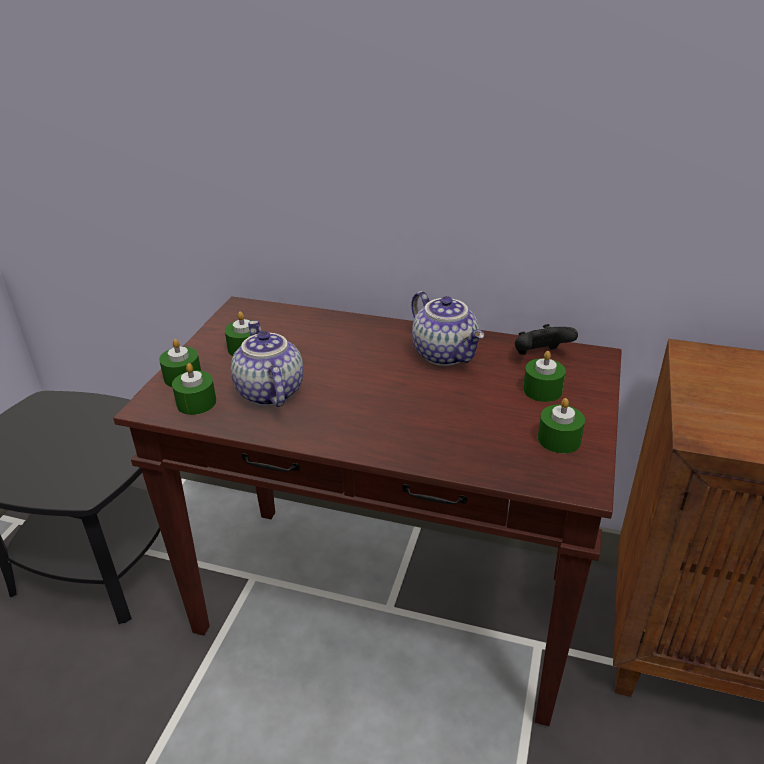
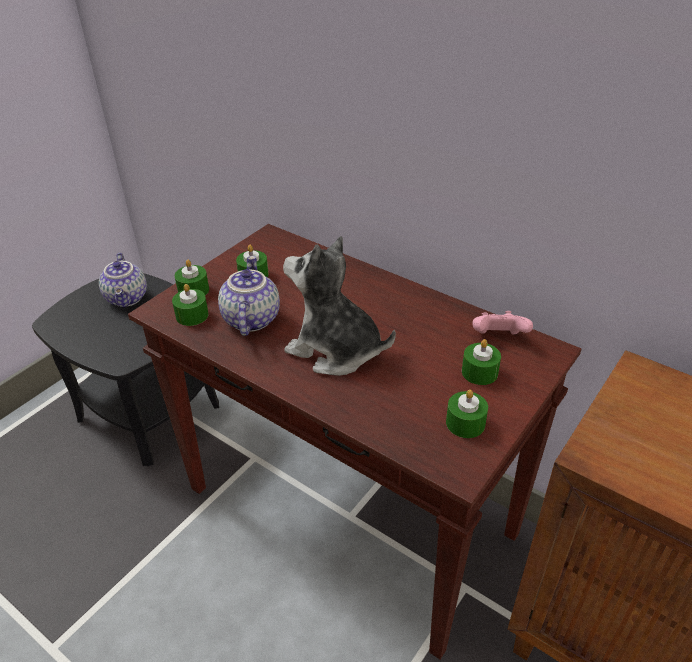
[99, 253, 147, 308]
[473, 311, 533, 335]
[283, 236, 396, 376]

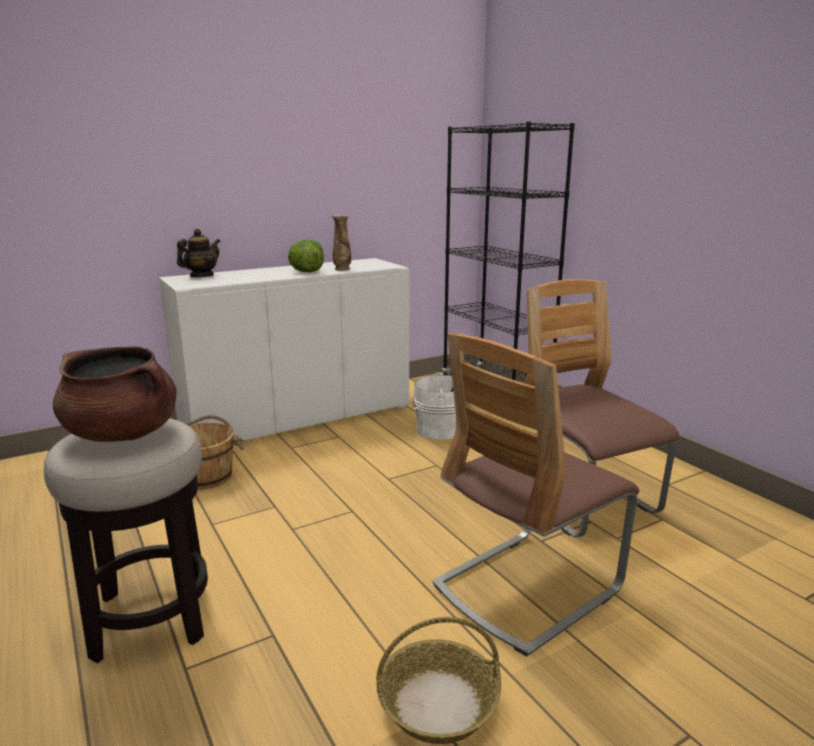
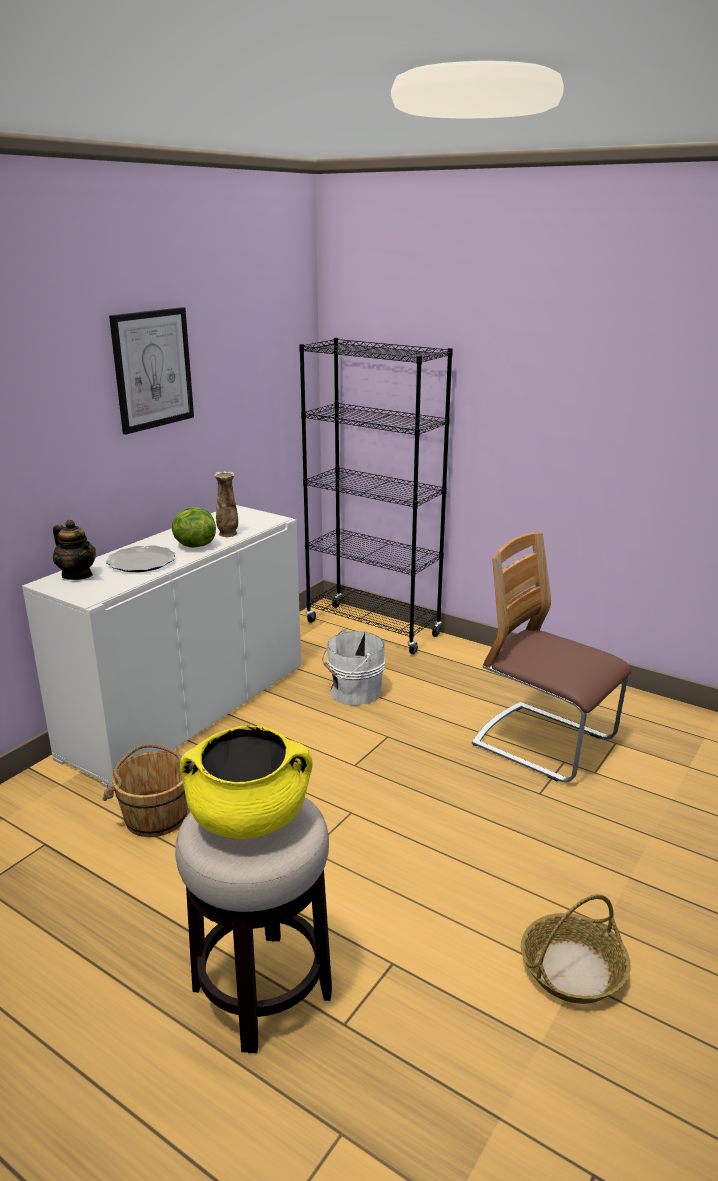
[53, 520, 96, 580]
[432, 333, 639, 657] (first image)
[180, 725, 312, 839]
[109, 307, 194, 435]
[106, 545, 176, 572]

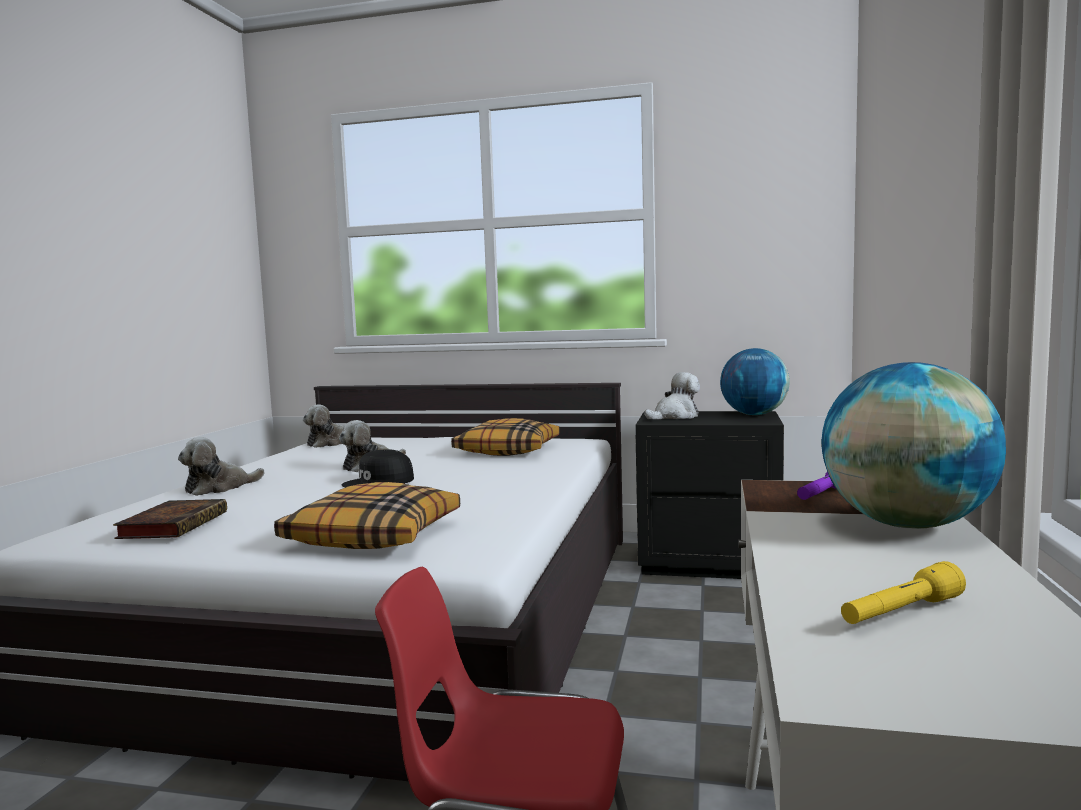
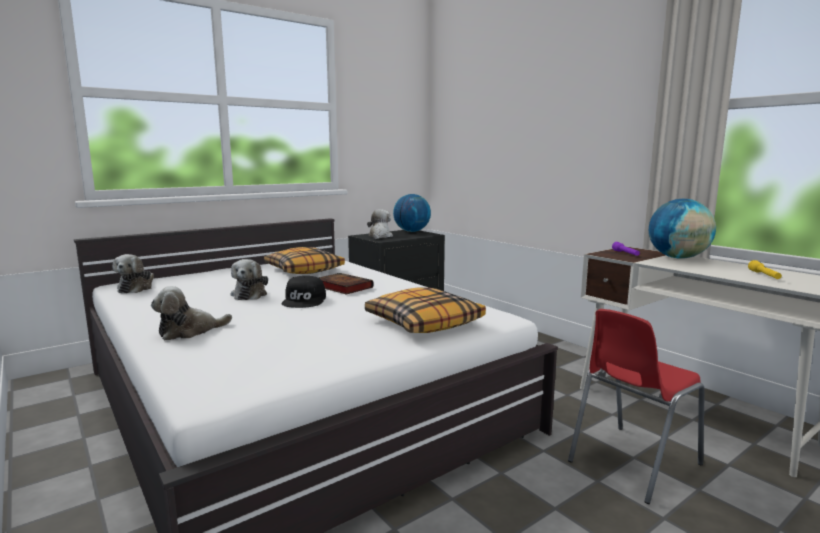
[151, 286, 232, 340]
[319, 273, 374, 294]

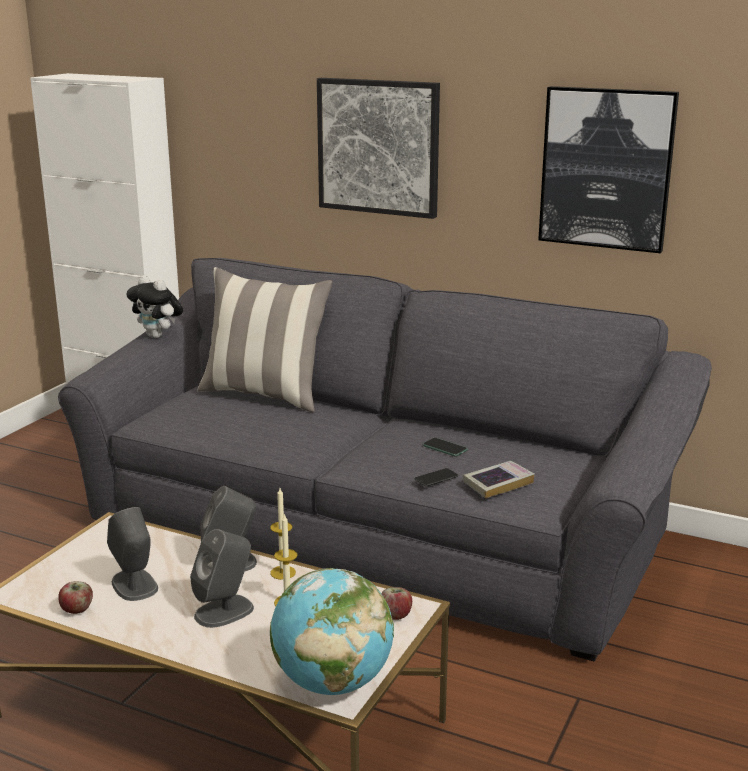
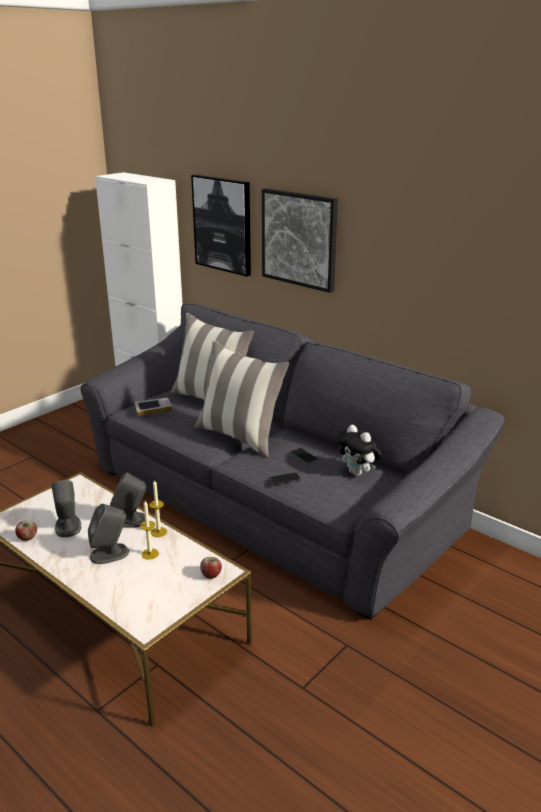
[191, 175, 251, 276]
[337, 425, 382, 476]
[135, 398, 172, 416]
[270, 568, 394, 695] (first image)
[195, 340, 289, 458]

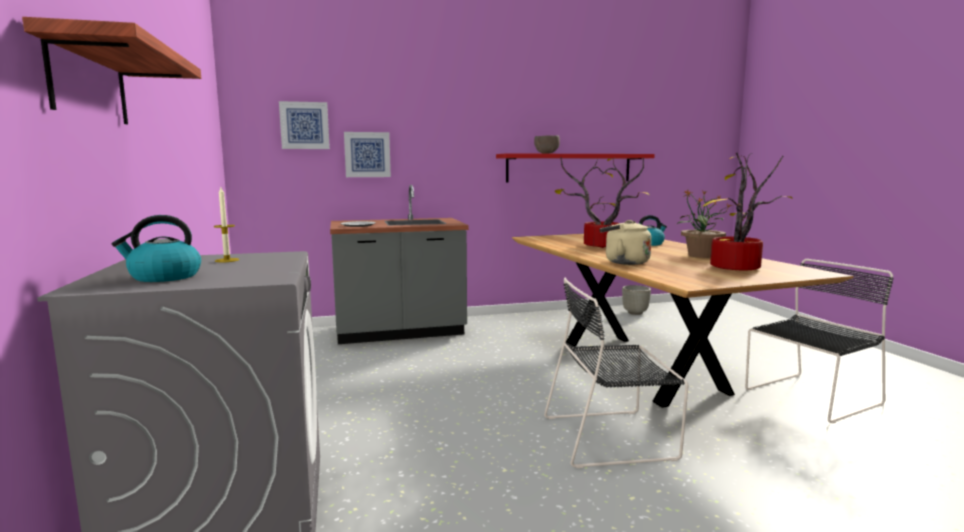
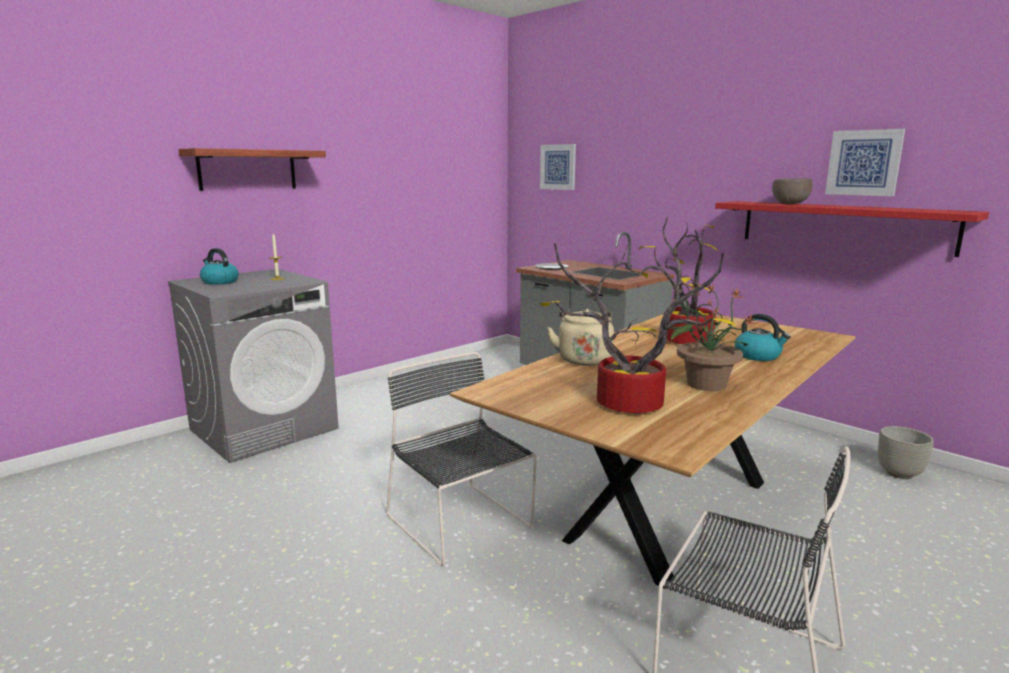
[825, 129, 905, 196]

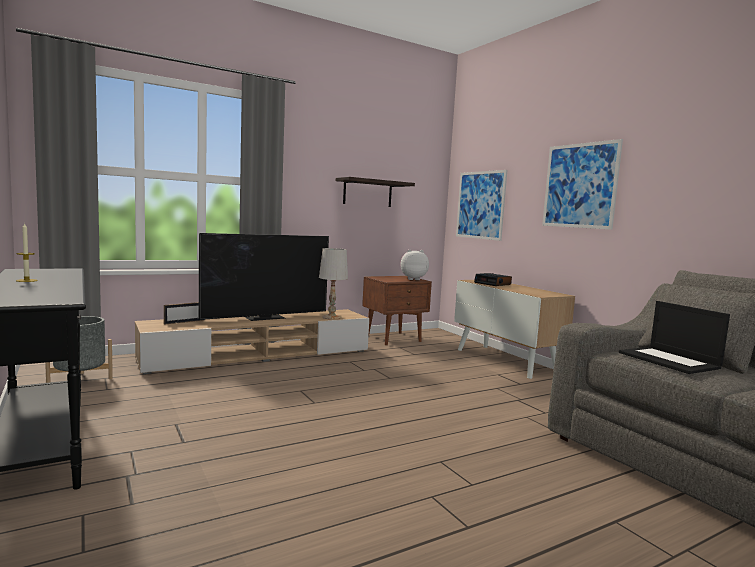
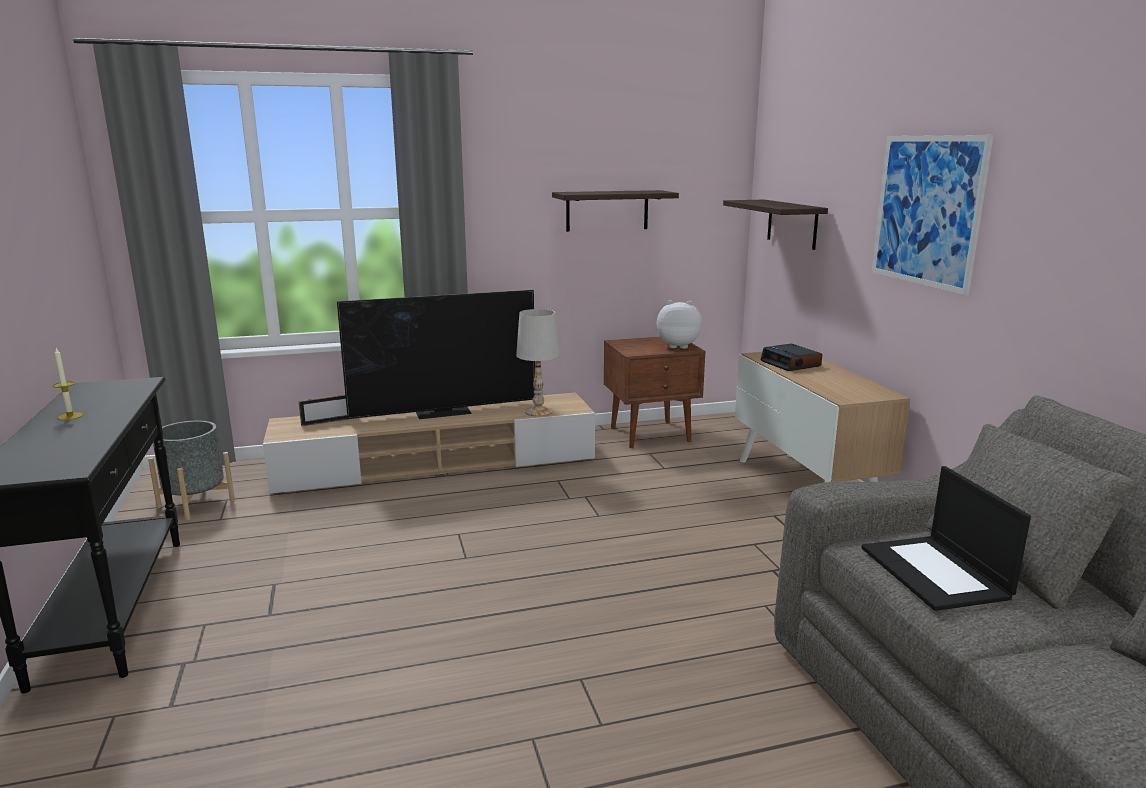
[723, 200, 828, 250]

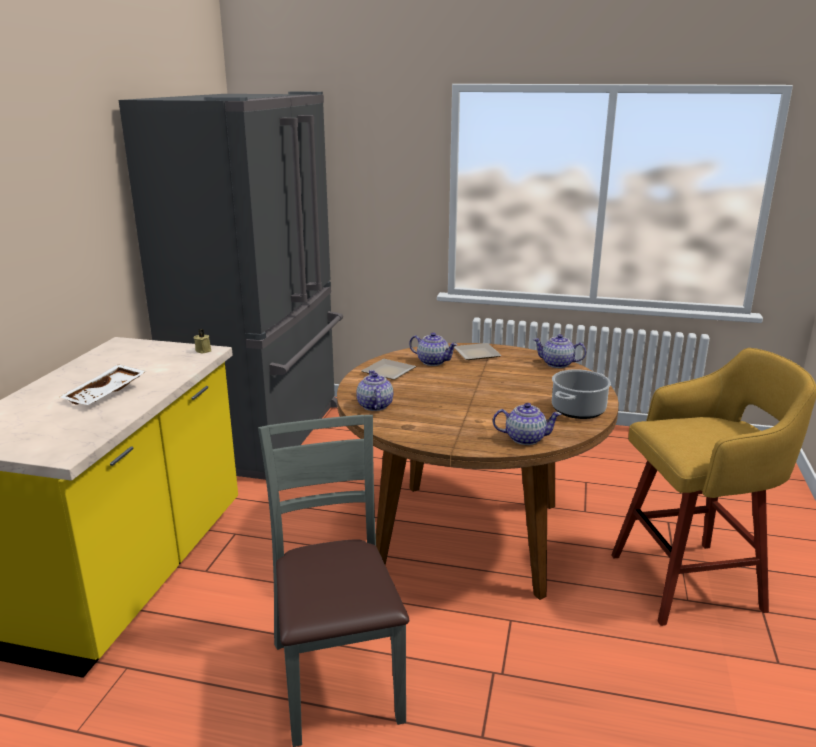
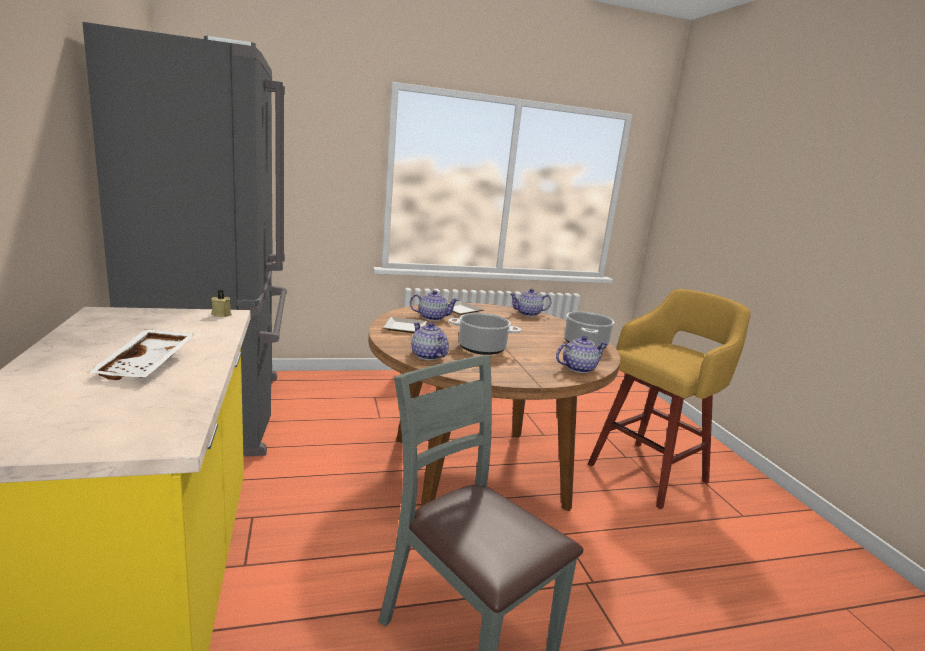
[448, 313, 521, 355]

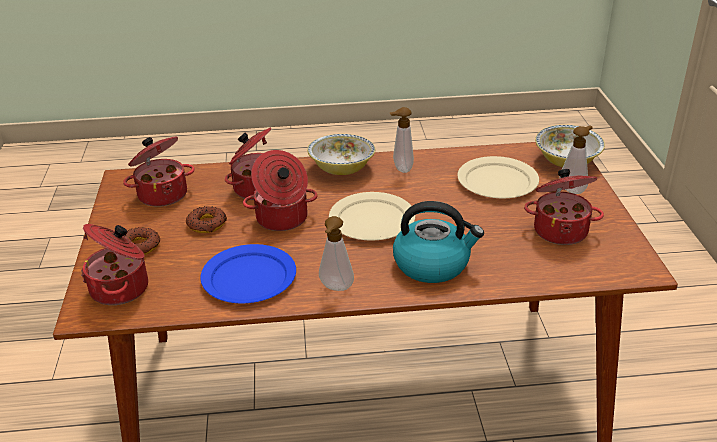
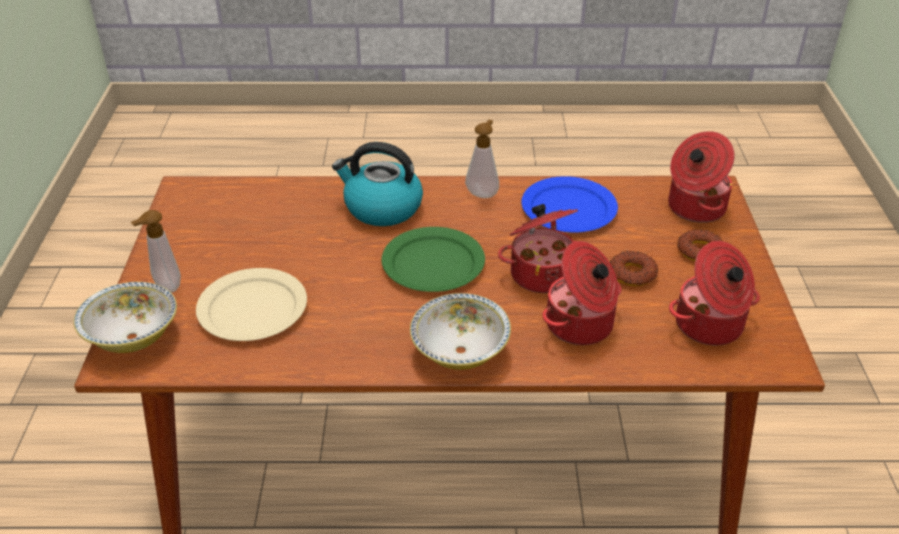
[389, 107, 414, 173] (first image)
[524, 169, 604, 245] (first image)
[382, 227, 485, 292]

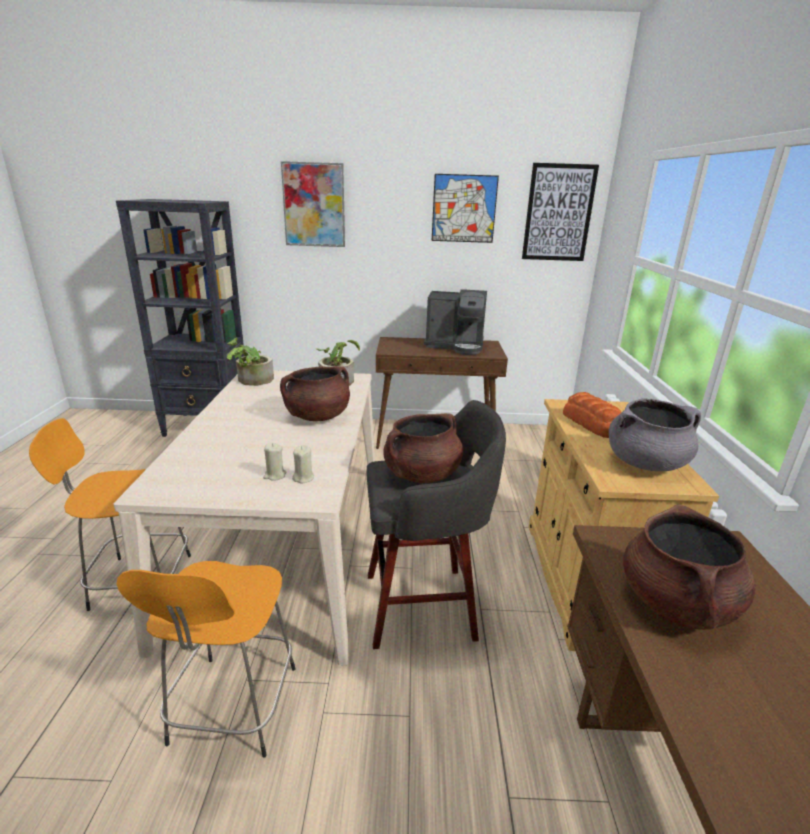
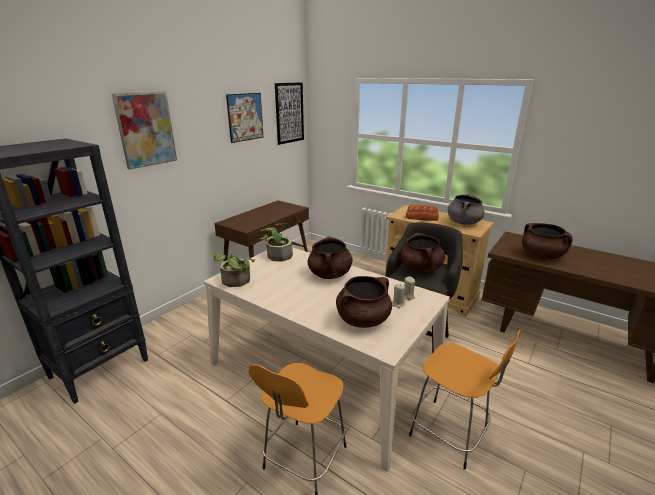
[424, 289, 487, 355] (first image)
[336, 276, 392, 328]

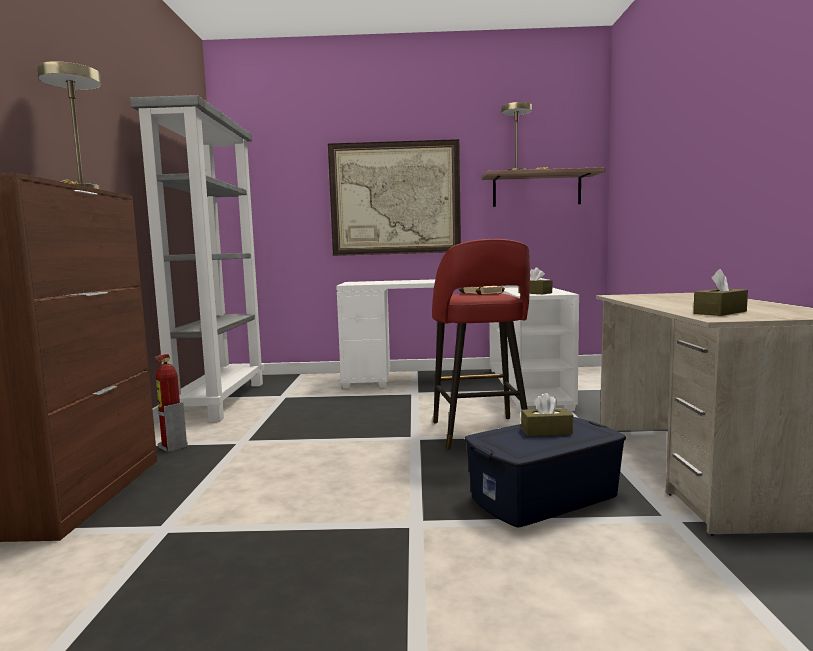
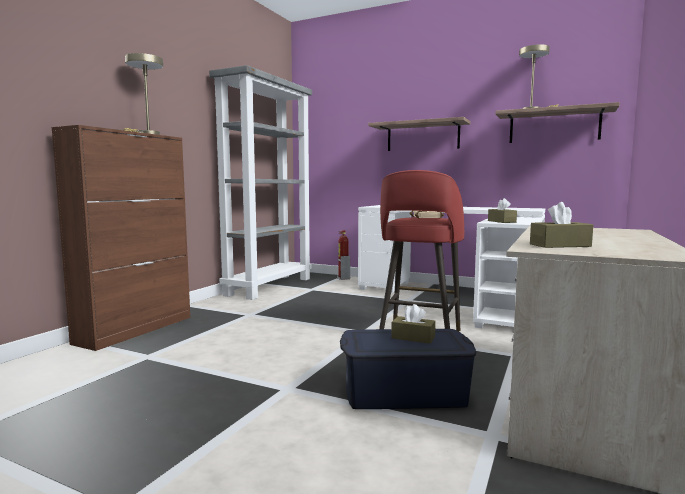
[368, 117, 471, 151]
[337, 230, 350, 280]

